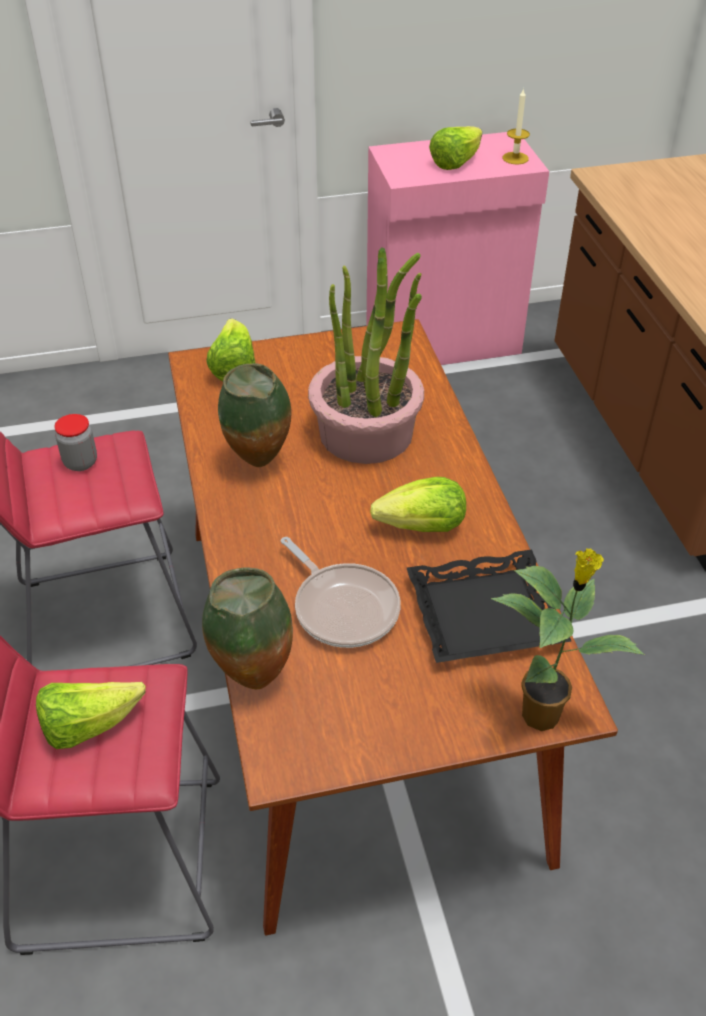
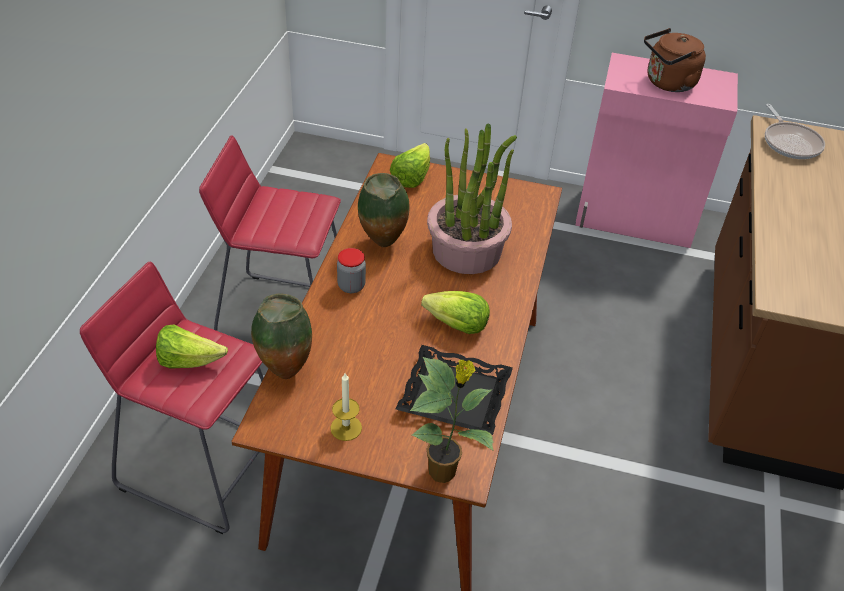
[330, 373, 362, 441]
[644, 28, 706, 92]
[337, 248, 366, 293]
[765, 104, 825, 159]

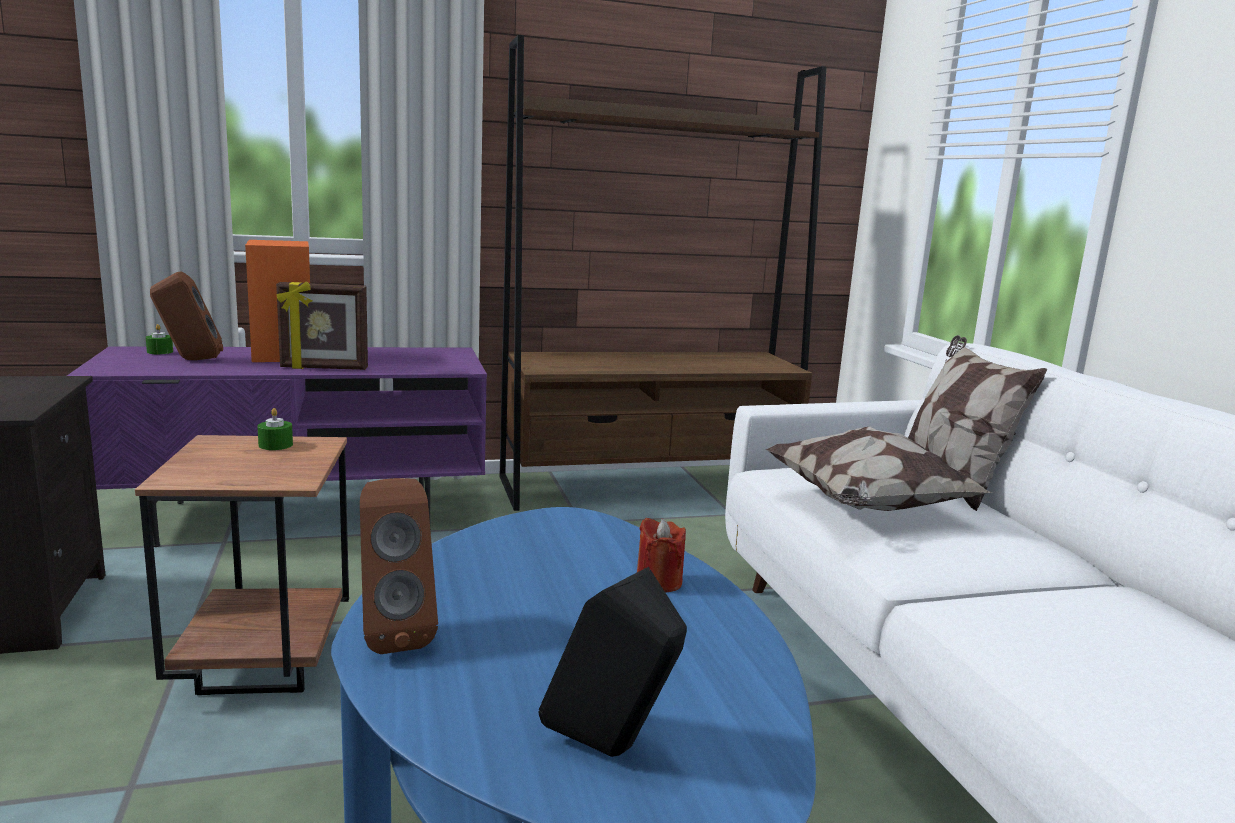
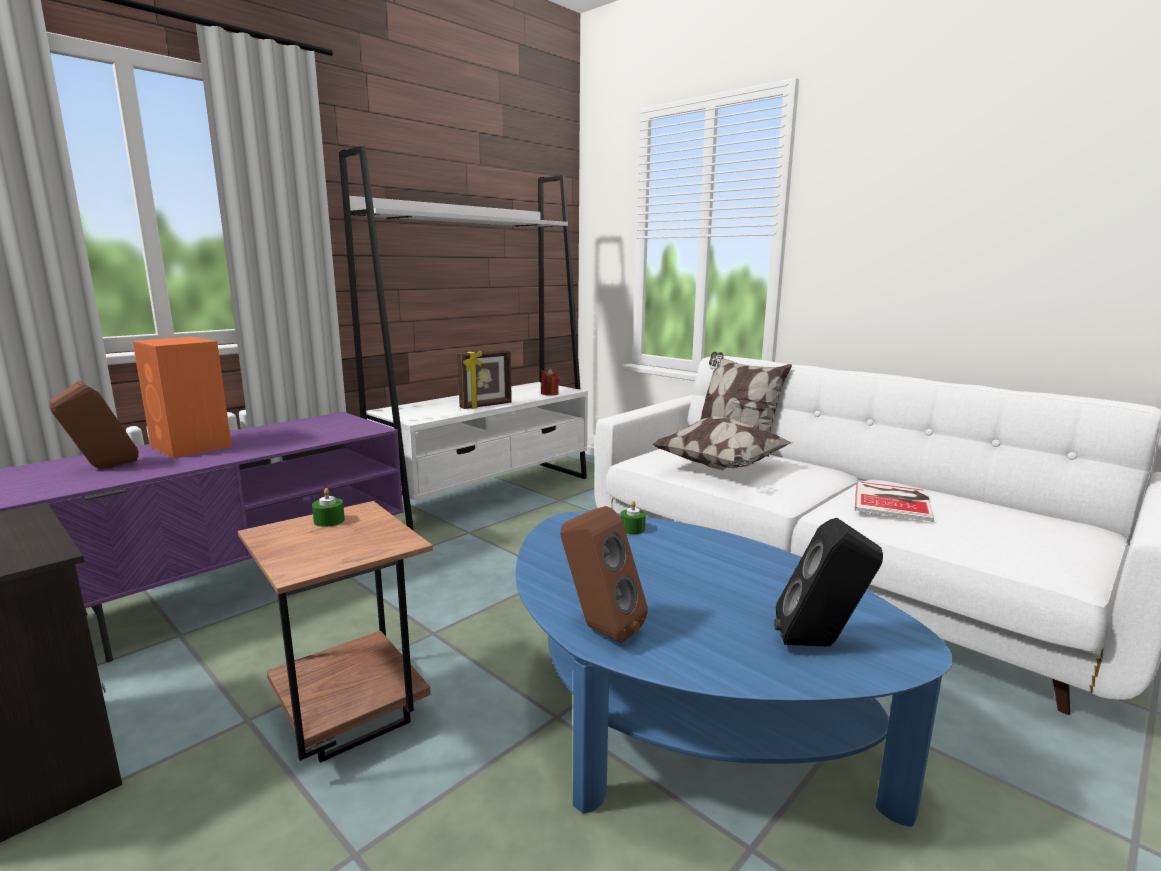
[339, 146, 588, 531]
[457, 349, 512, 409]
[620, 501, 646, 534]
[541, 368, 560, 396]
[855, 481, 934, 522]

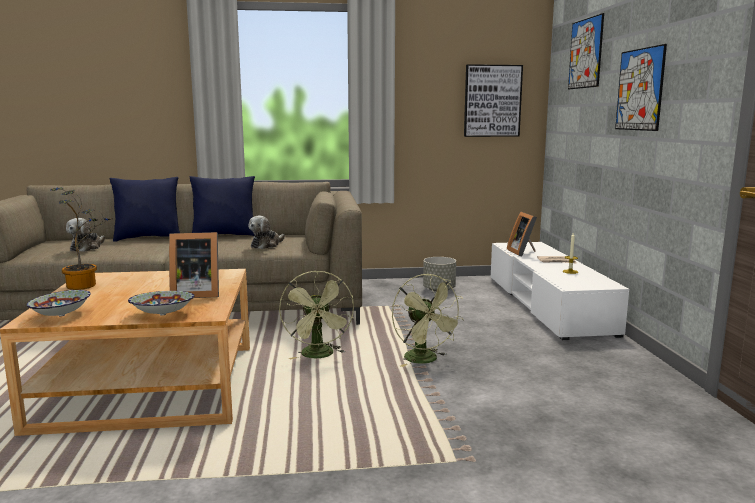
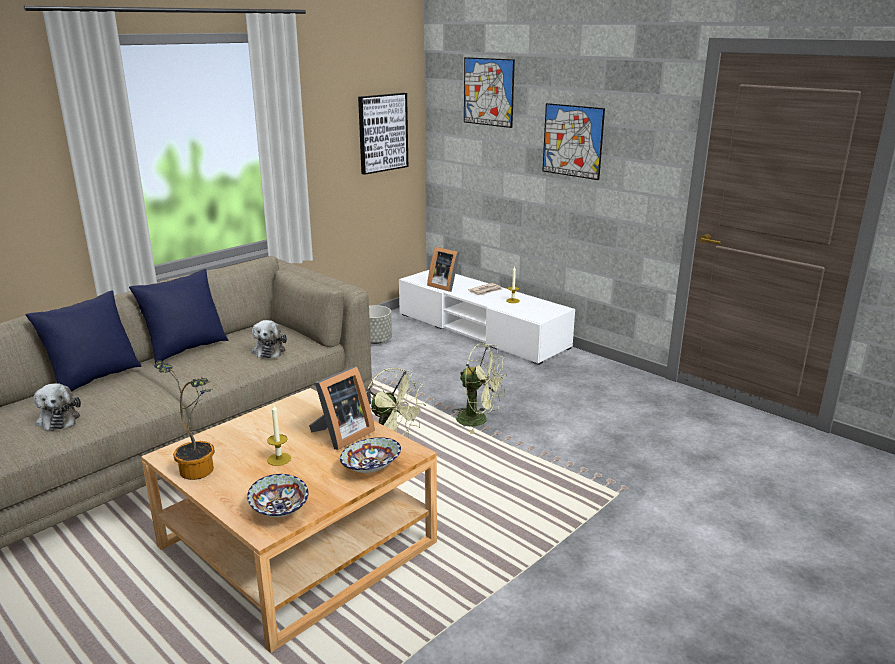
[267, 405, 291, 466]

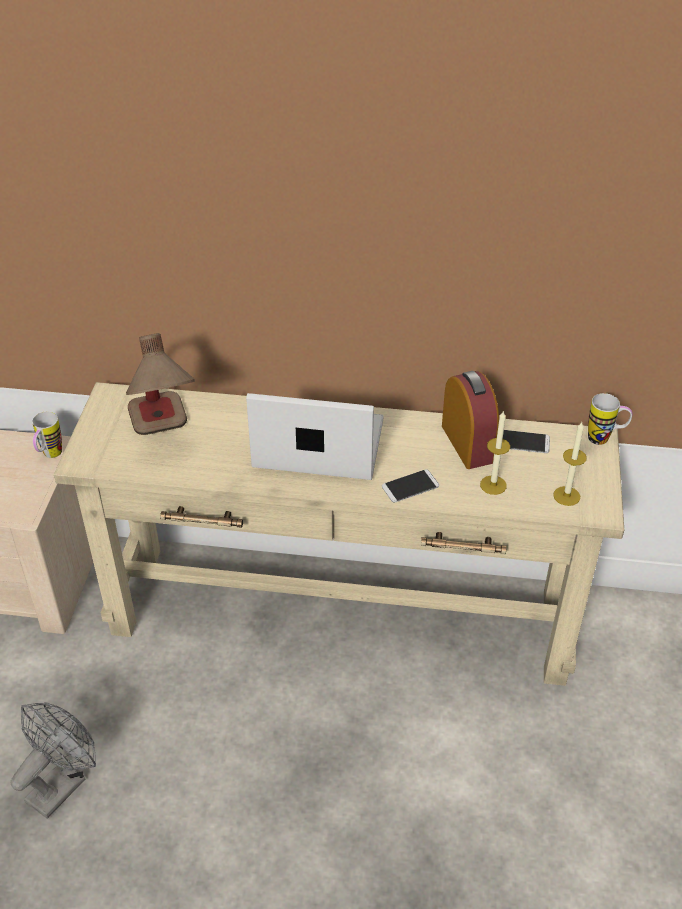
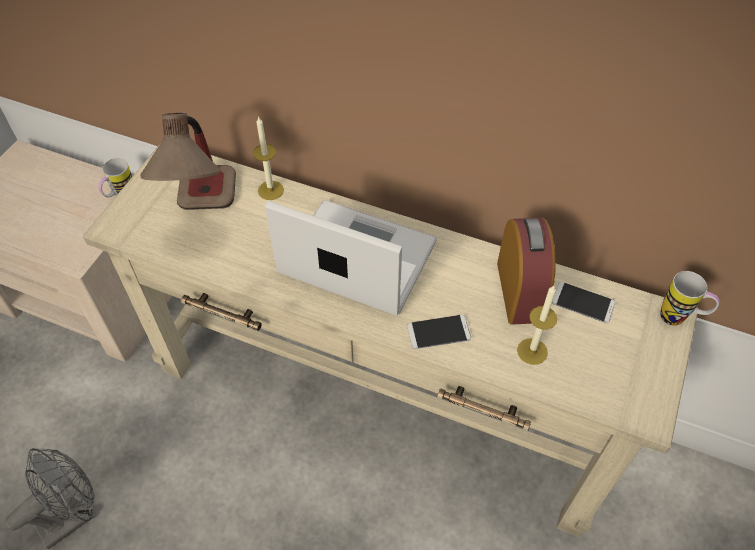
[253, 116, 284, 200]

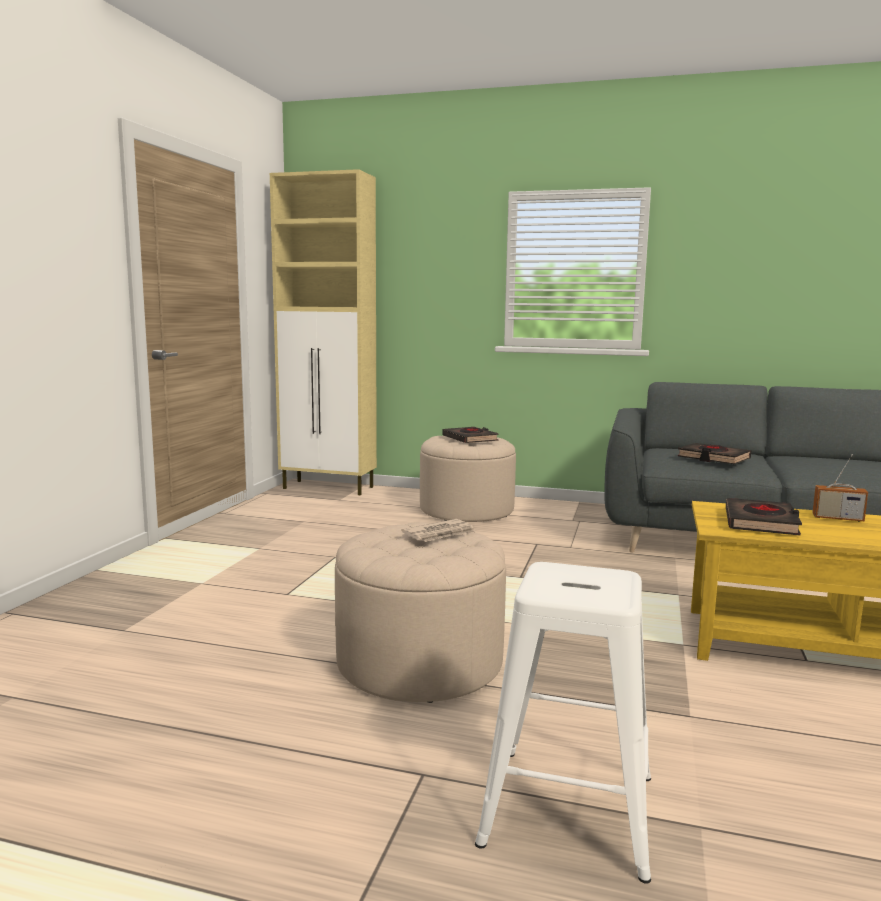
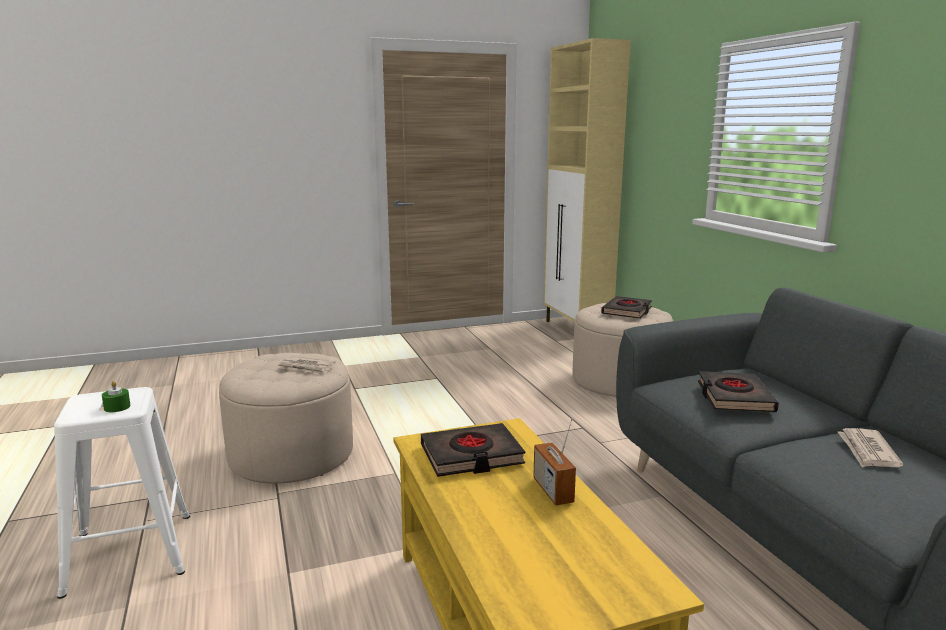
[102, 381, 131, 412]
[838, 428, 903, 467]

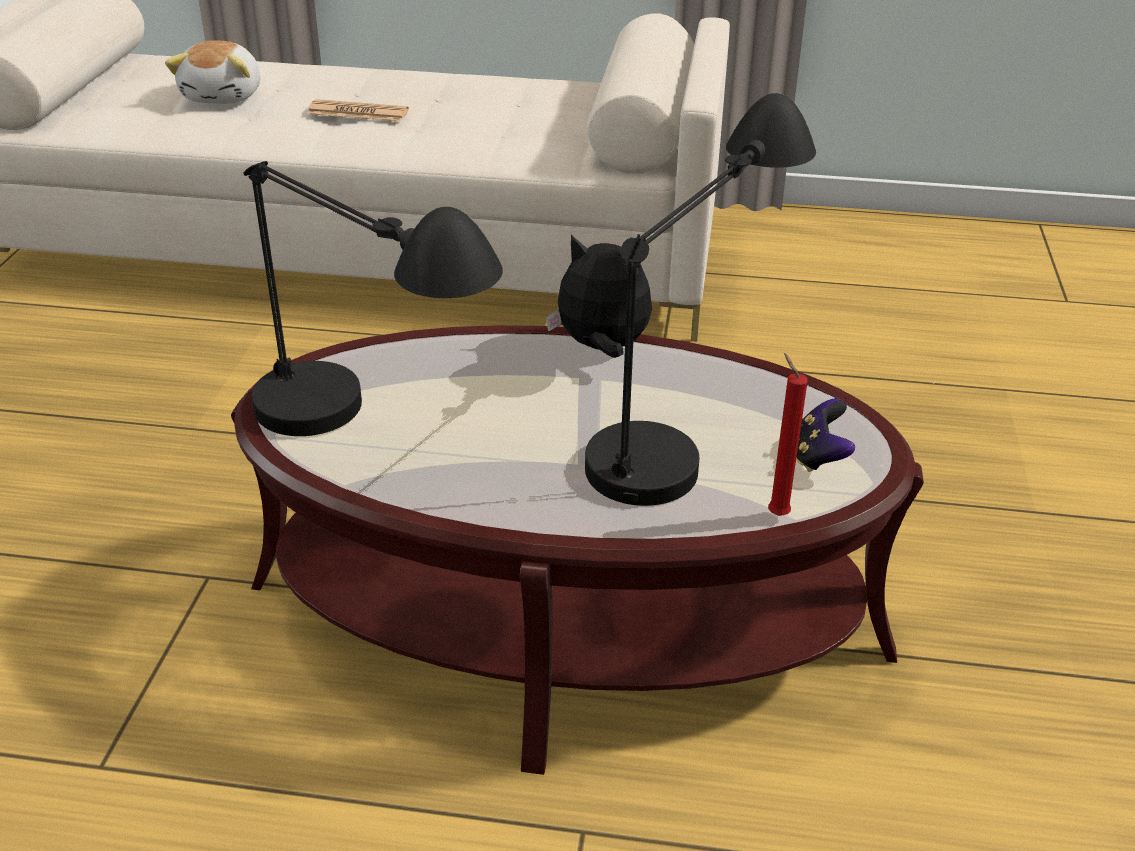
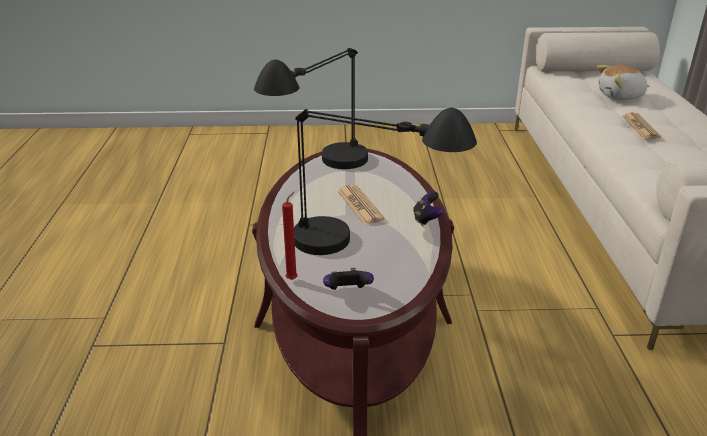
[413, 191, 443, 226]
[337, 184, 384, 225]

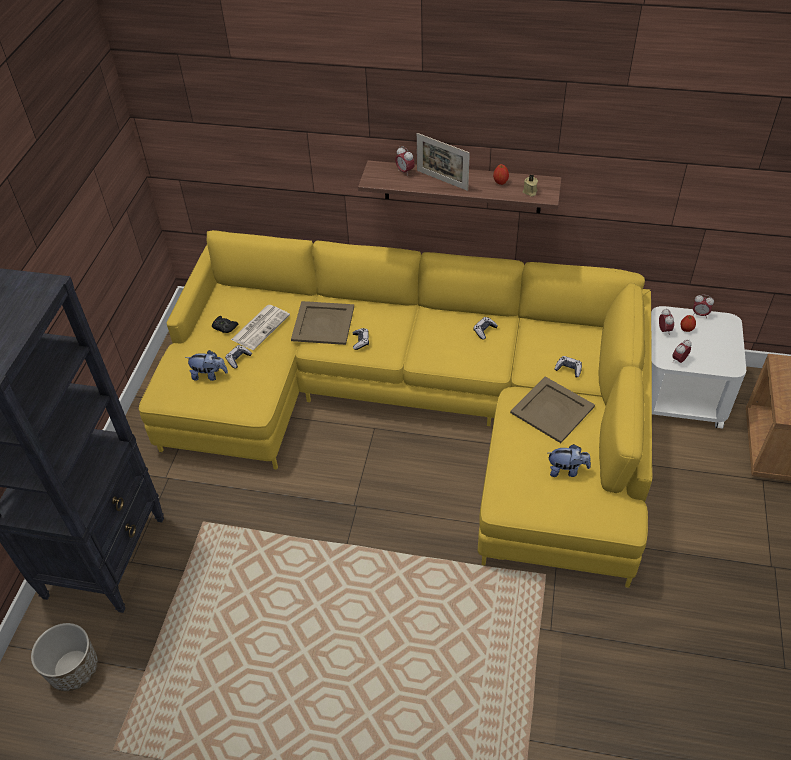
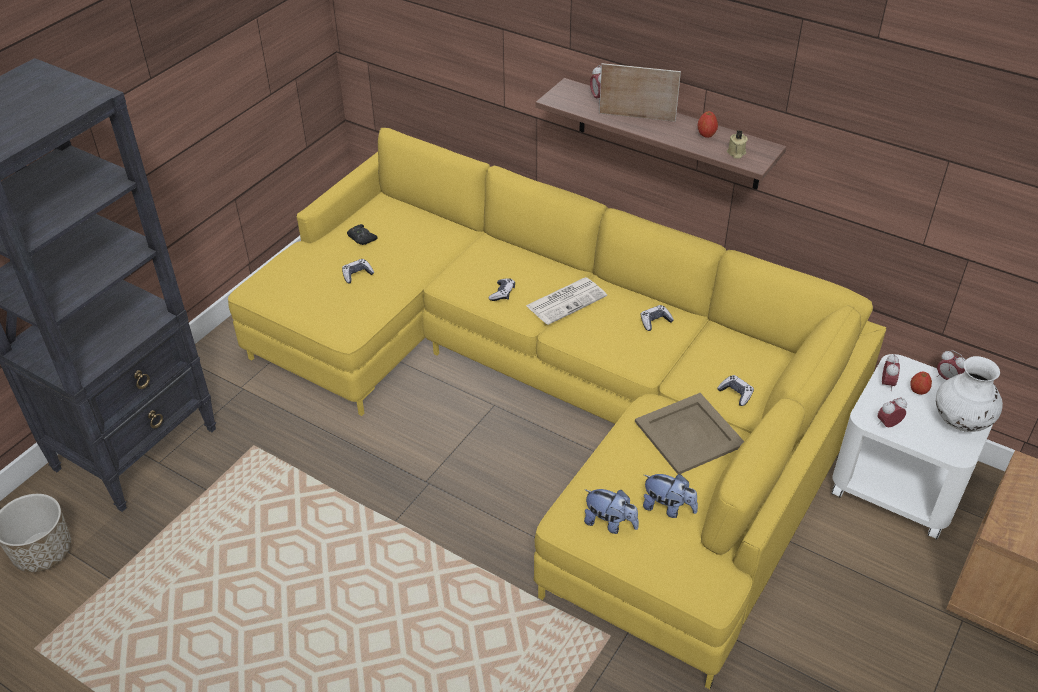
[599, 63, 681, 122]
[291, 301, 354, 345] (first image)
[526, 277, 607, 325]
[584, 489, 639, 534]
[936, 356, 1003, 432]

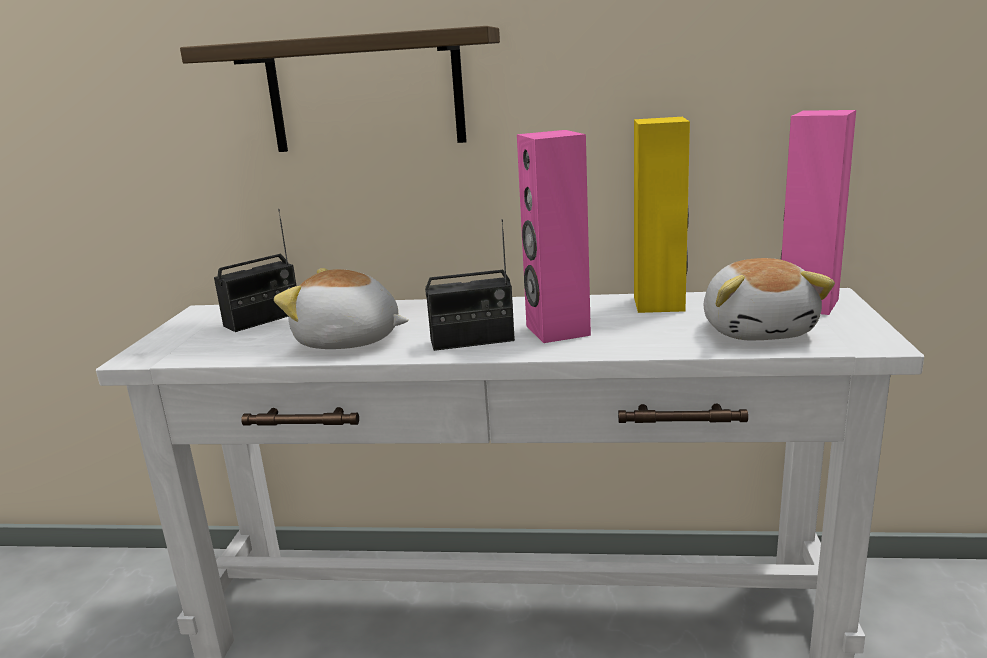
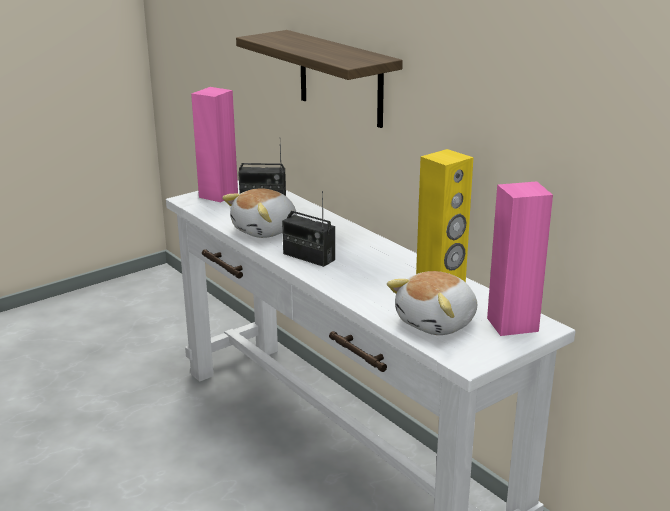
[191, 87, 238, 202]
[222, 188, 297, 238]

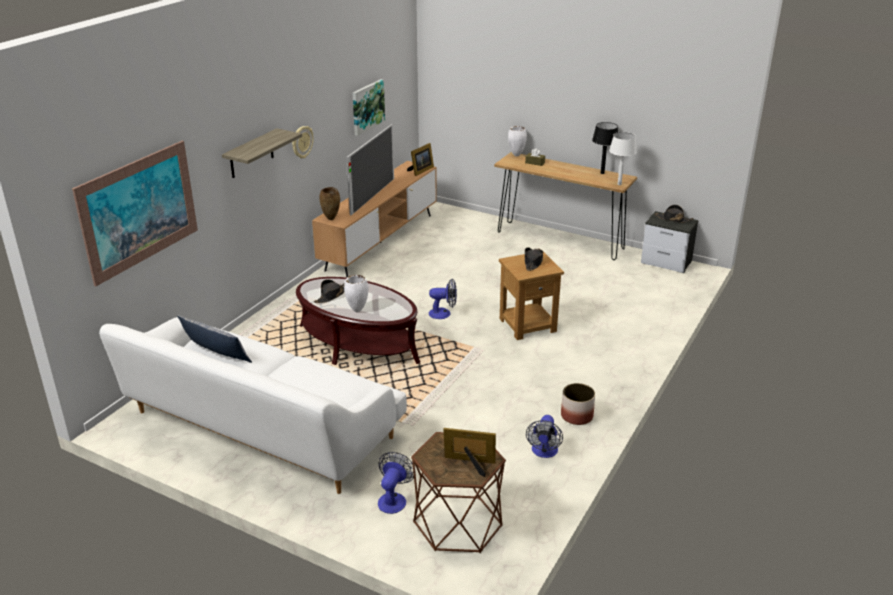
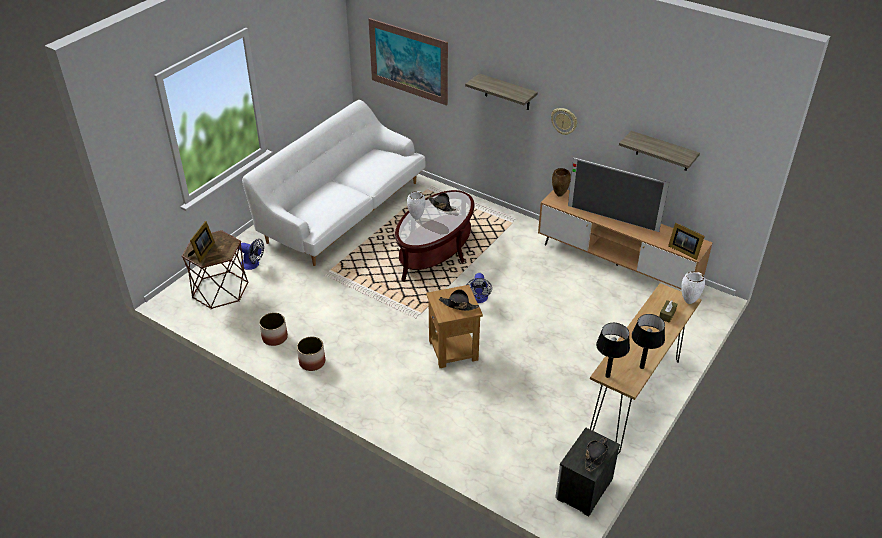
[619, 131, 700, 171]
[596, 323, 630, 378]
[177, 315, 252, 363] (first image)
[259, 312, 288, 346]

